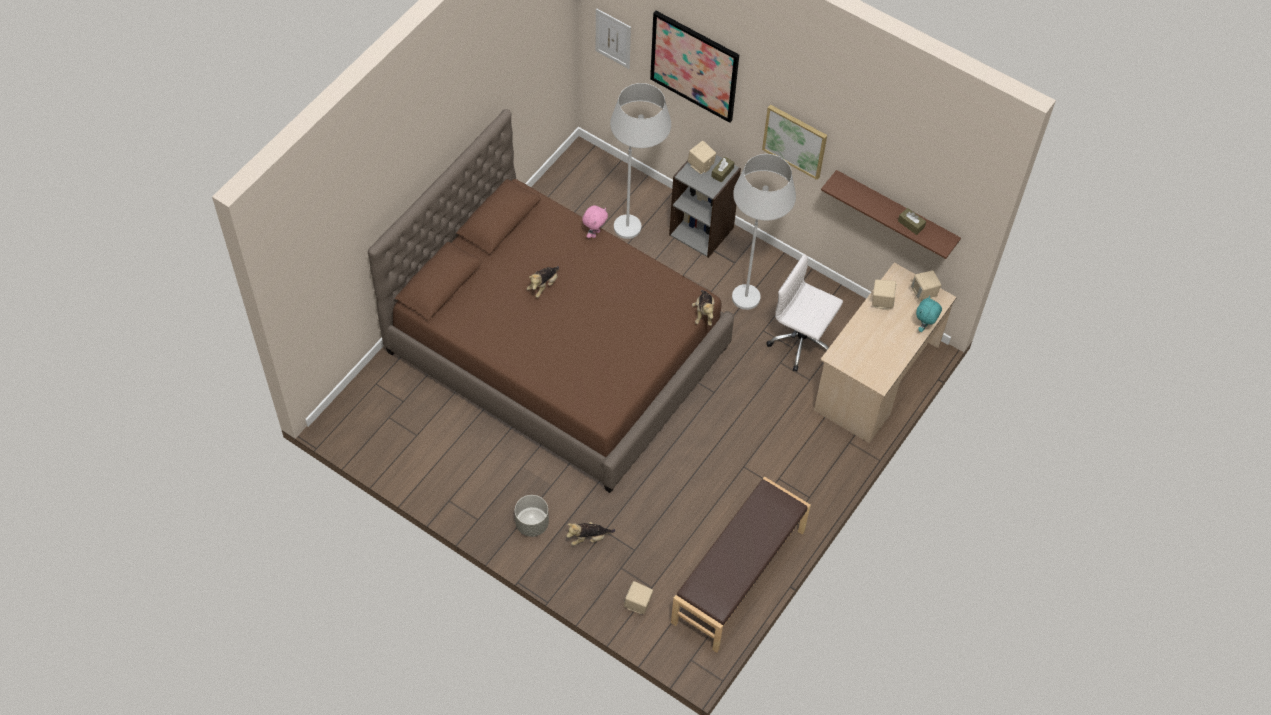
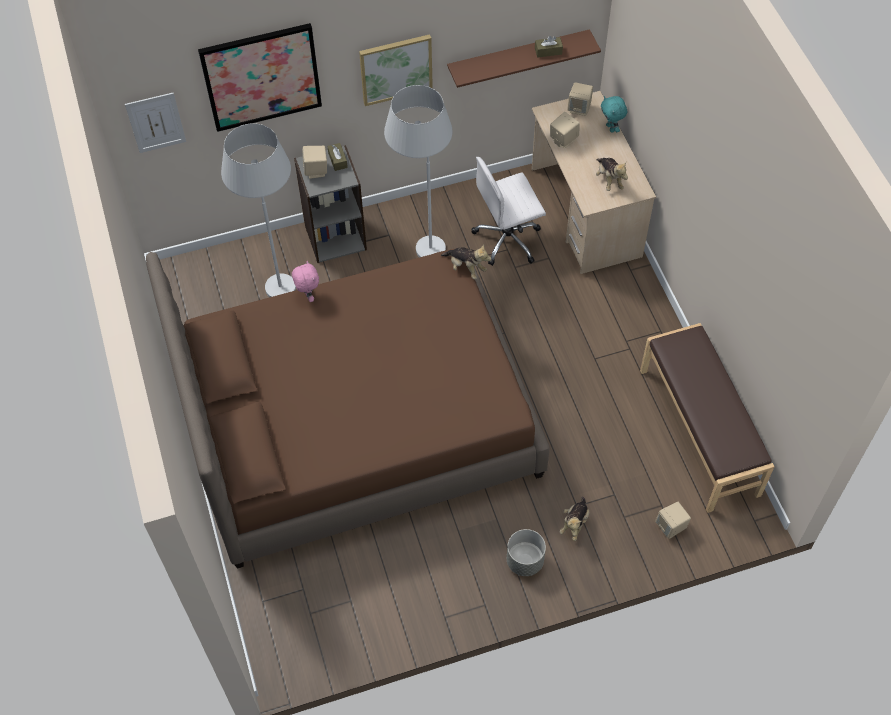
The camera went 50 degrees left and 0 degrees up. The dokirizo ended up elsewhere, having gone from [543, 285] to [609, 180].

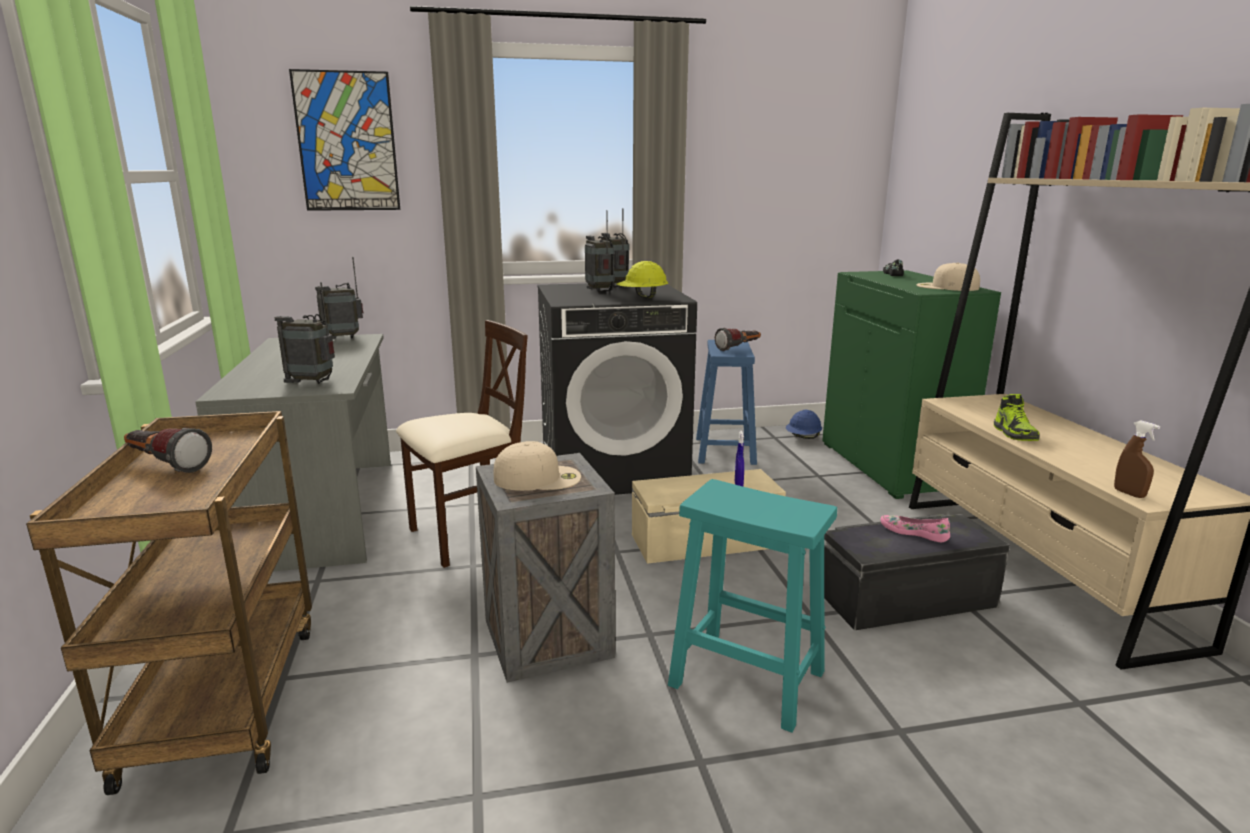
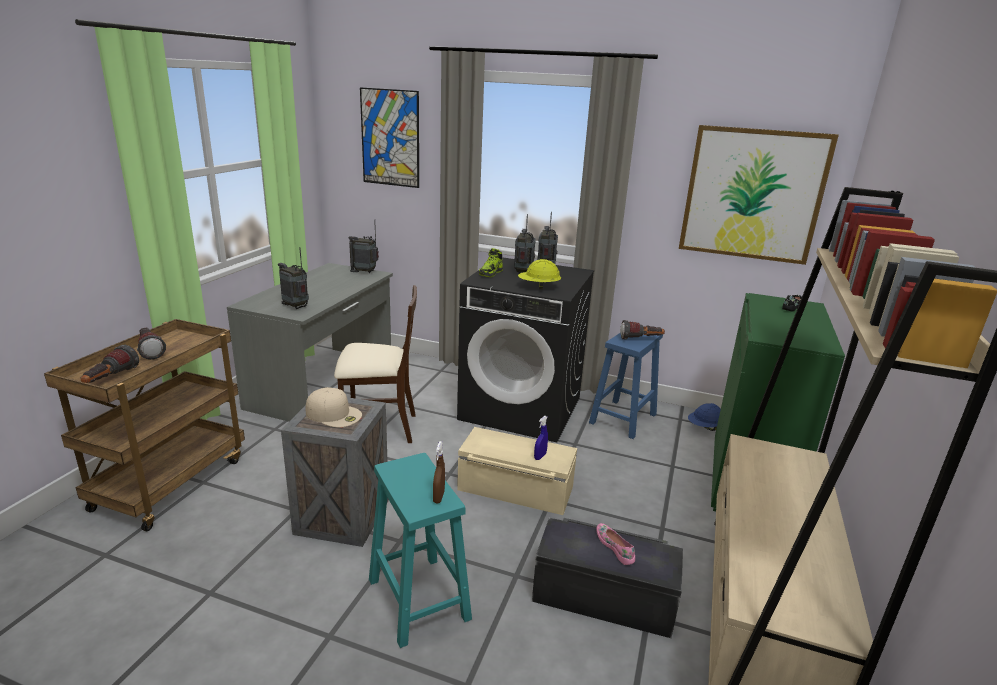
The camera went 30 degrees right and 5 degrees up. The second view lost the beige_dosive at [946, 287]. The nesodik ended up elsewhere, having gone from [1014, 434] to [490, 273]. The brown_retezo ended up elsewhere, having gone from [1129, 493] to [438, 497]. The second view gained the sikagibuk at [752, 194]. The second view gained the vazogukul at [110, 379].

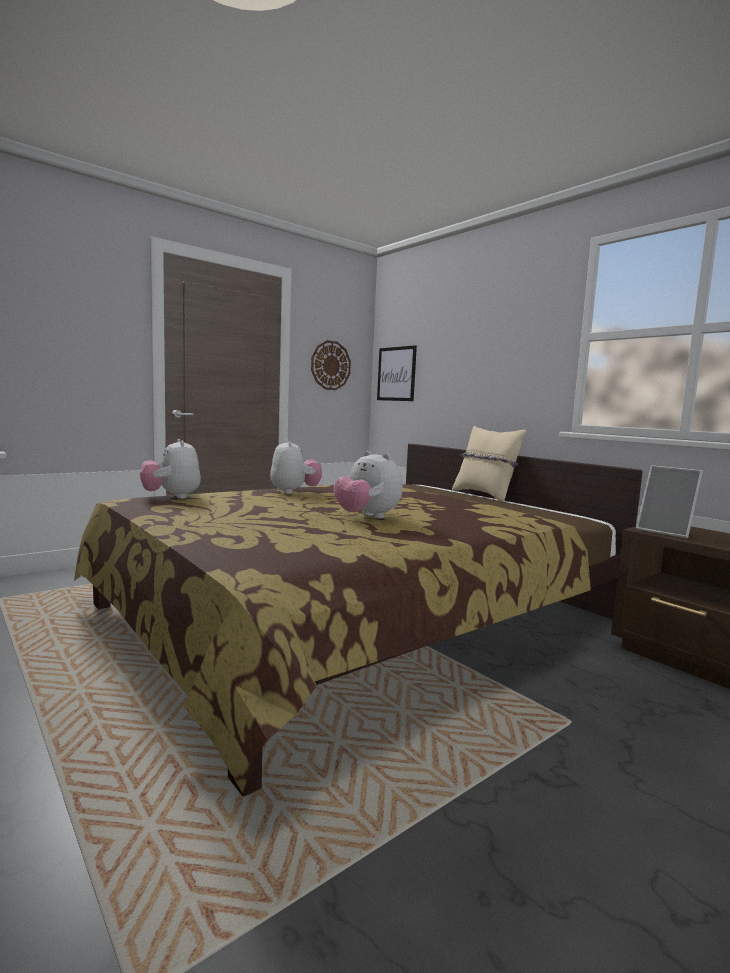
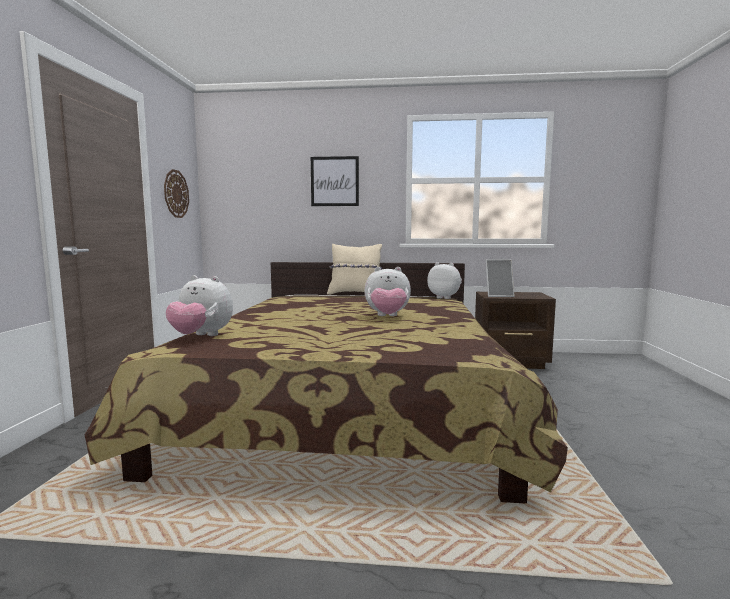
The camera went 45 degrees left and 0 degrees up. The sikagibuk ended up elsewhere, having gone from [396, 374] to [334, 181]. The dokirizo ended up elsewhere, having gone from [294, 492] to [445, 297].

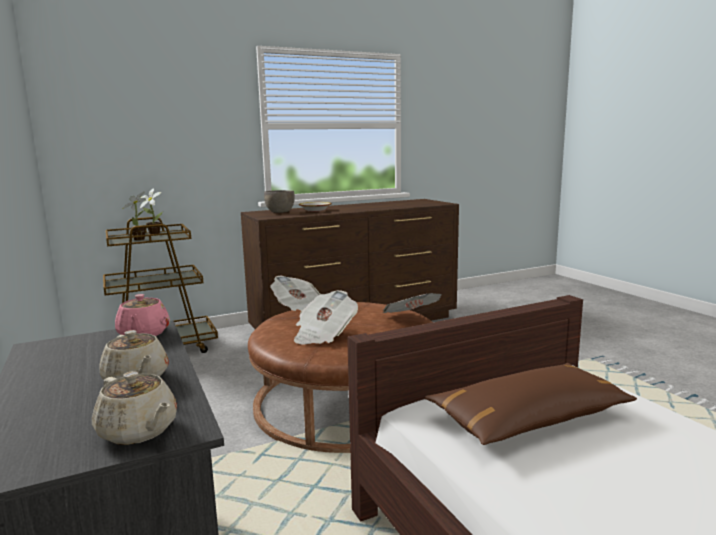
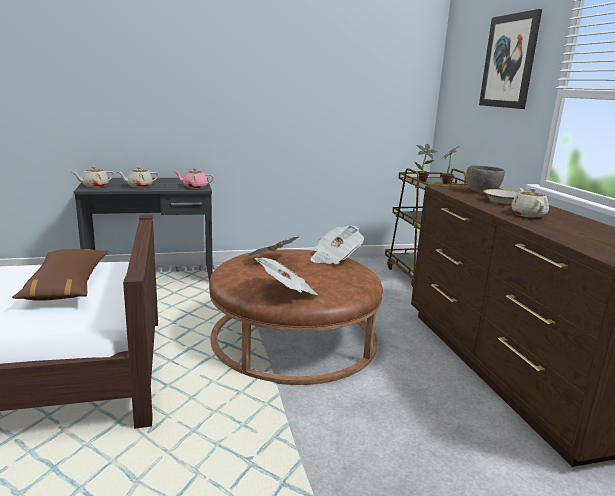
The camera went 100 degrees right and 5 degrees up. The second view gained the sikagibuk at [509, 61]. The second view gained the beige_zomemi at [527, 215].

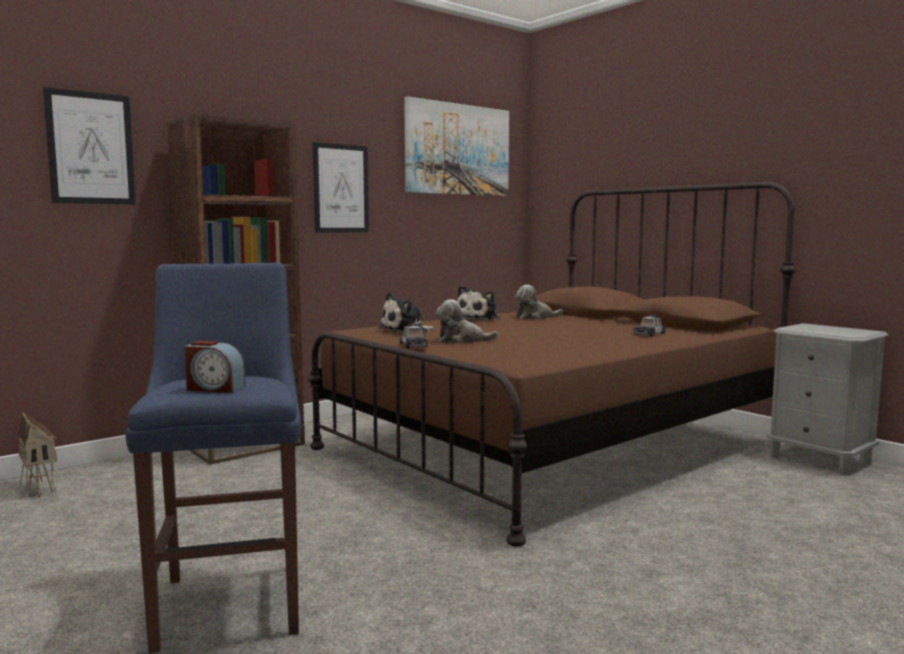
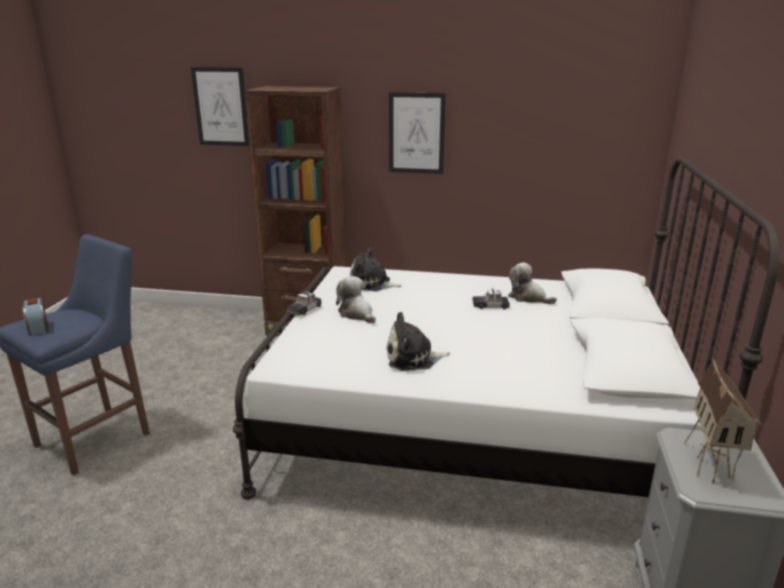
The camera went 50 degrees right and 15 degrees up. The second view lost the sikagibuk at [457, 150]. What was the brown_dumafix at [551, 445] turned into the white_dumafix at [472, 426]. The dokirizo ended up elsewhere, having gone from [479, 318] to [413, 358]. The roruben ended up elsewhere, having gone from [649, 334] to [490, 305]. The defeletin ended up elsewhere, having gone from [40, 490] to [711, 464].

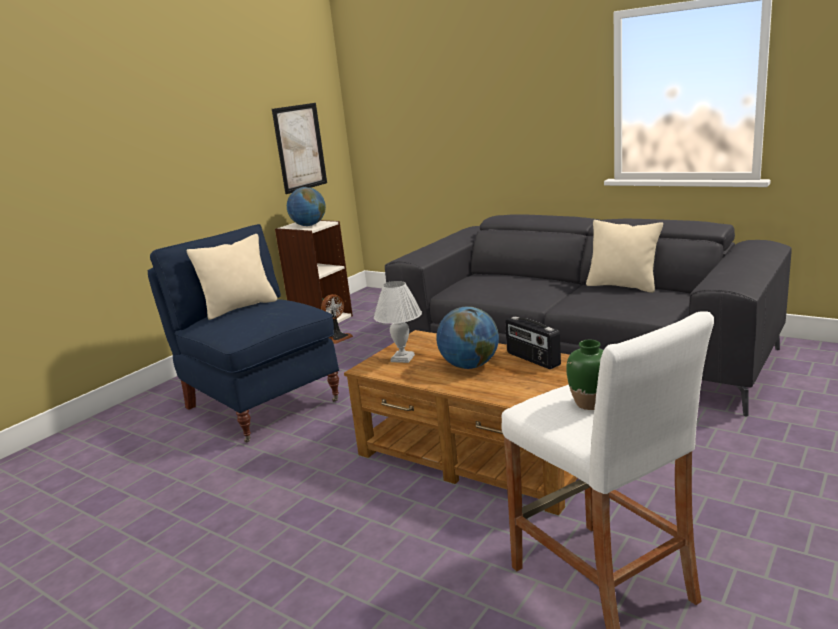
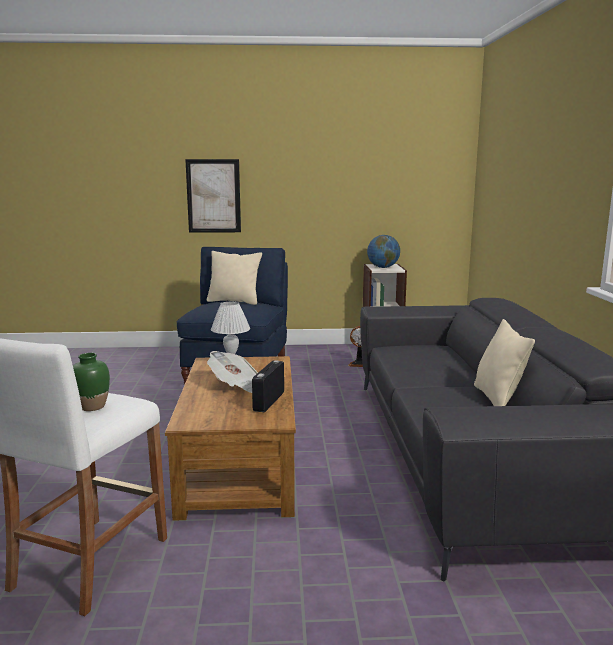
The camera went 50 degrees right and 5 degrees down. The sikagibuk ended up elsewhere, having gone from [300, 147] to [213, 196]. Where the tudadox stood at [469, 366], the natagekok came to stand at [236, 386].

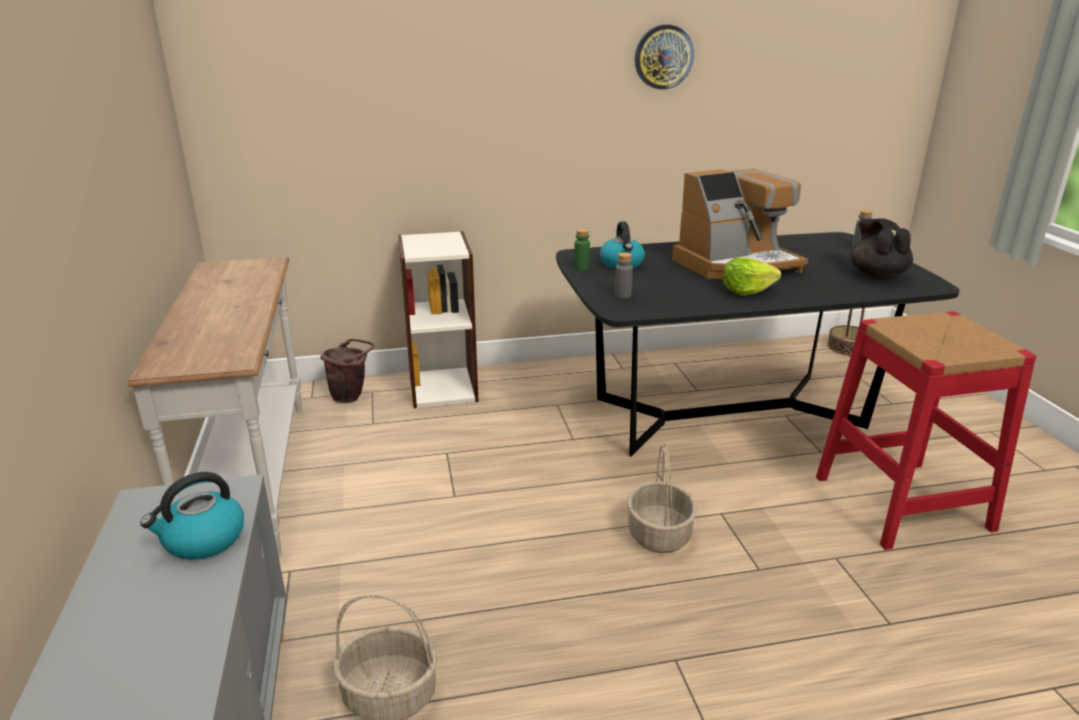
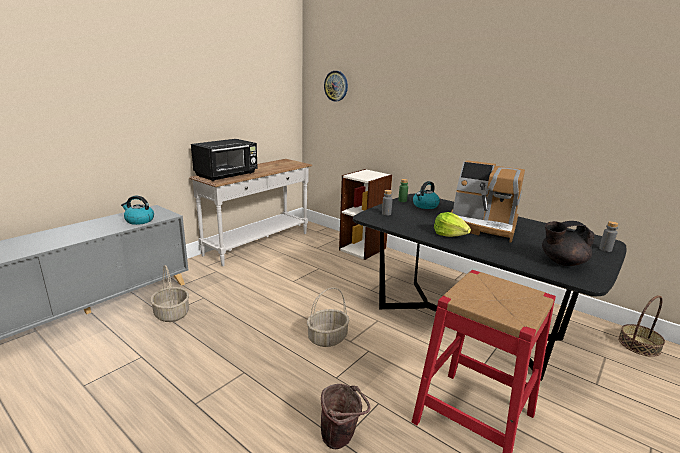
The camera went 50 degrees right and 5 degrees down. The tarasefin ended up elsewhere, having gone from [663, 57] to [336, 86]. The black_zomemi at [877, 275] ended up facing another way, 135 degrees counterclockwise from before. The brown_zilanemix ended up elsewhere, having gone from [351, 396] to [341, 440]. The second view gained the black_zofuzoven at [227, 175].

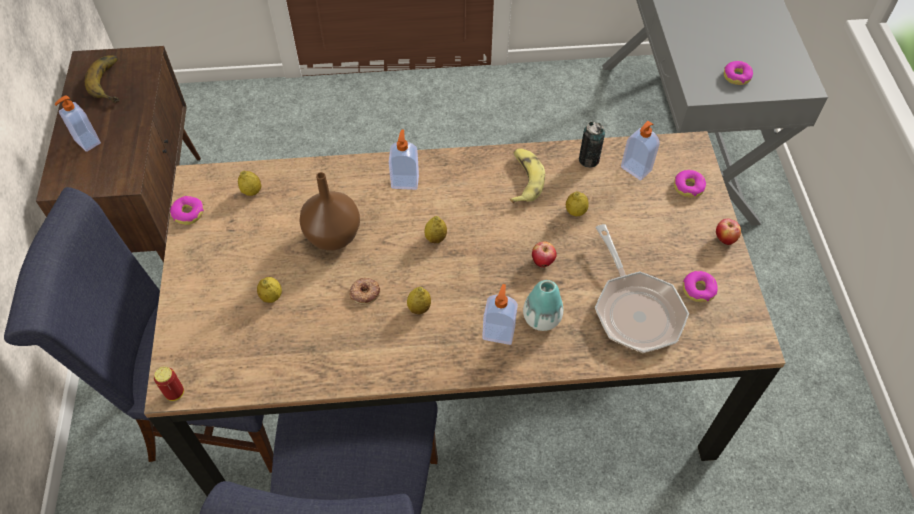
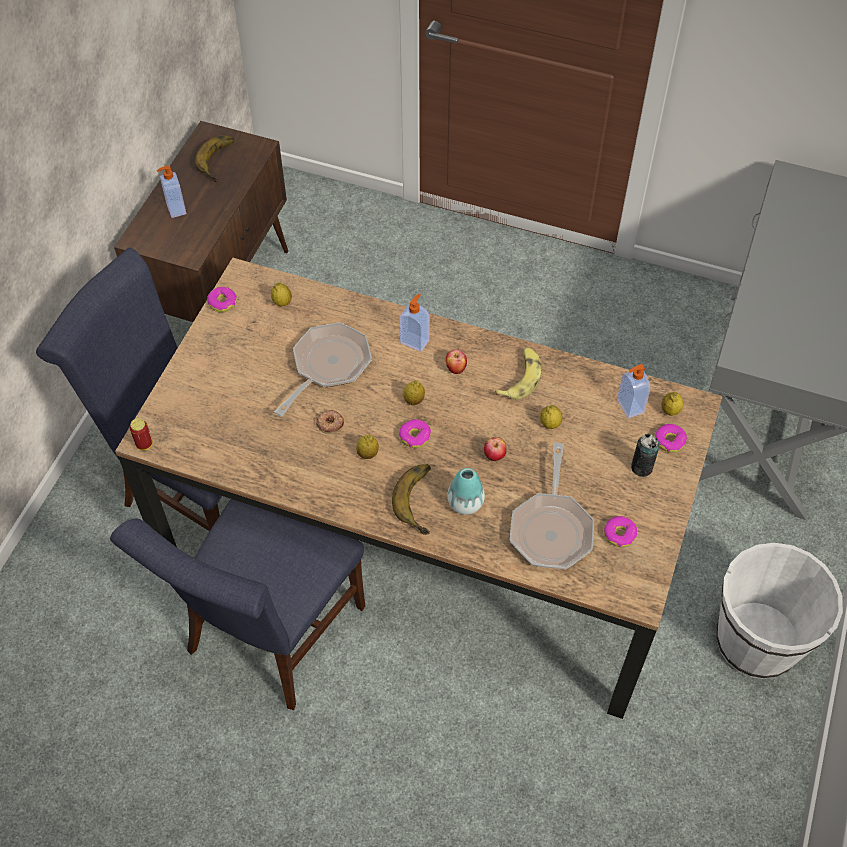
The camera went 25 degrees right and 0 degrees up. The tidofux ended up elsewhere, having gone from [736, 76] to [415, 436]. The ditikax ended up elsewhere, having gone from [589, 160] to [641, 468]. Where the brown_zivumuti stood at [332, 237], the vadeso came to stand at [328, 366]. The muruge ended up elsewhere, having gone from [724, 239] to [455, 369]. The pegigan ended up elsewhere, having gone from [271, 297] to [670, 411]. Where the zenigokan stood at [498, 332], the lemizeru came to stand at [422, 500]. The second view gained the white_zilanemix at [756, 641].

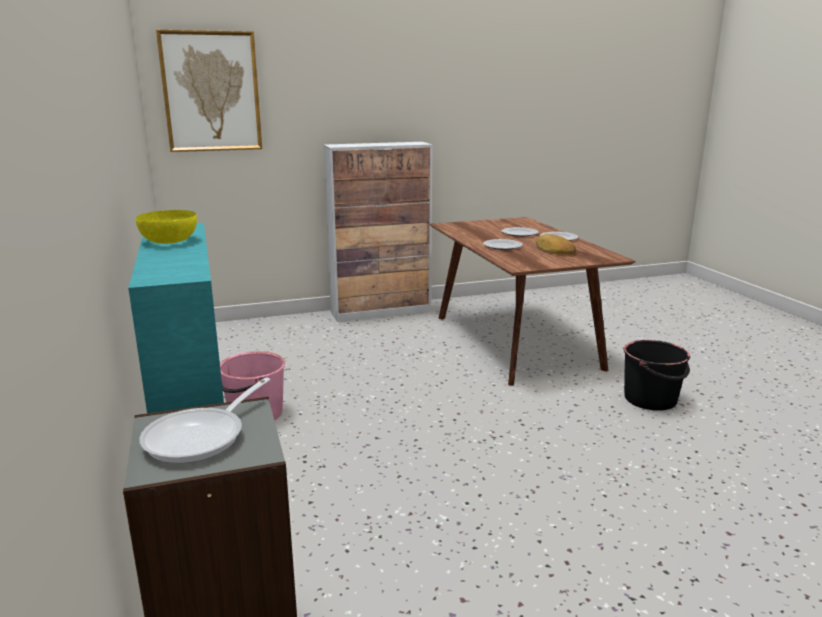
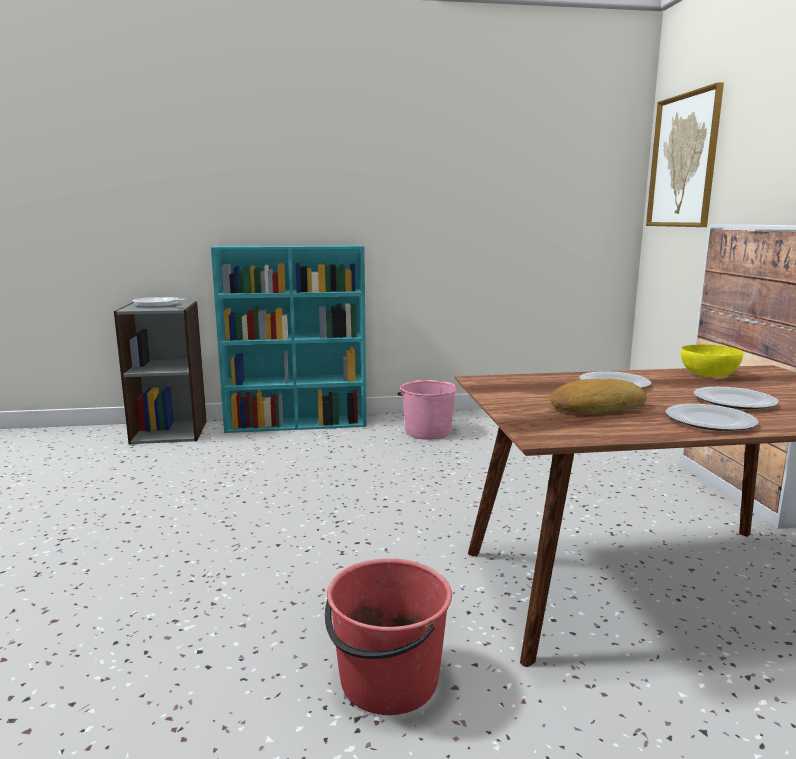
The camera went 100 degrees right and 5 degrees down. The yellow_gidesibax ended up elsewhere, having gone from [170, 241] to [708, 374]. What was the black_zilanemix at [651, 399] turned into the red_zilanemix at [388, 681].

